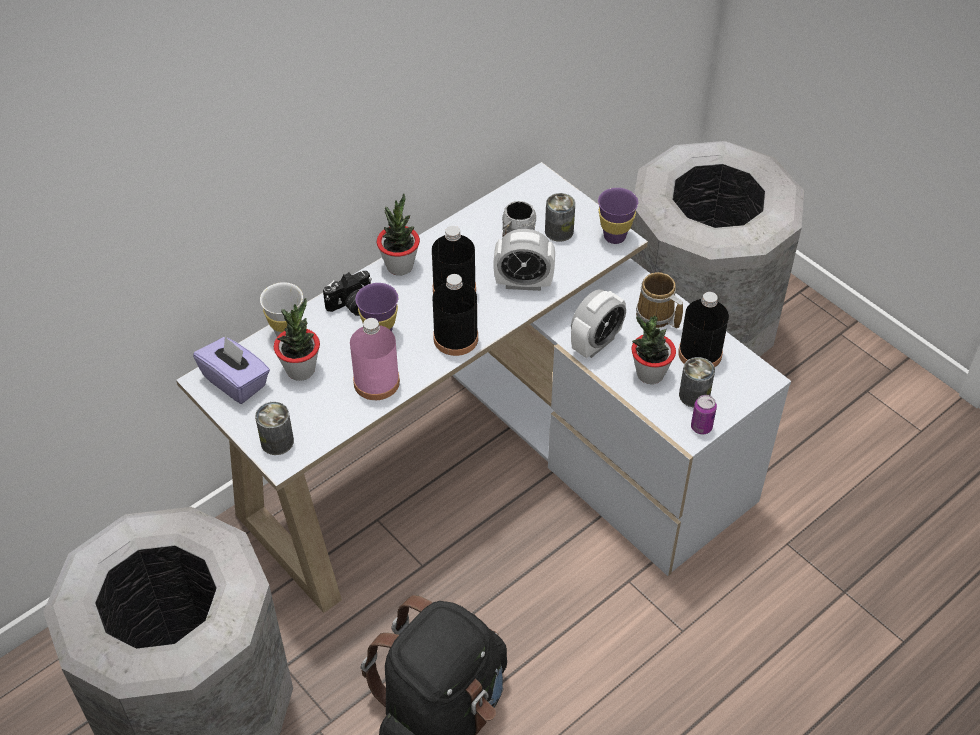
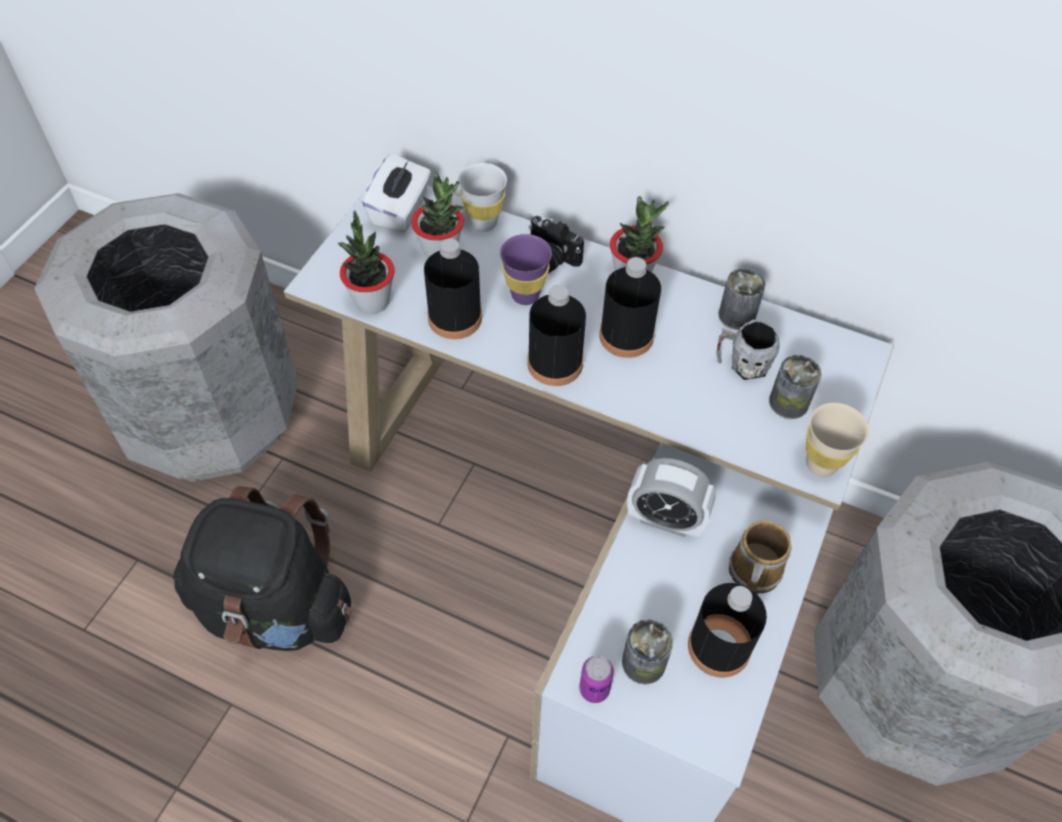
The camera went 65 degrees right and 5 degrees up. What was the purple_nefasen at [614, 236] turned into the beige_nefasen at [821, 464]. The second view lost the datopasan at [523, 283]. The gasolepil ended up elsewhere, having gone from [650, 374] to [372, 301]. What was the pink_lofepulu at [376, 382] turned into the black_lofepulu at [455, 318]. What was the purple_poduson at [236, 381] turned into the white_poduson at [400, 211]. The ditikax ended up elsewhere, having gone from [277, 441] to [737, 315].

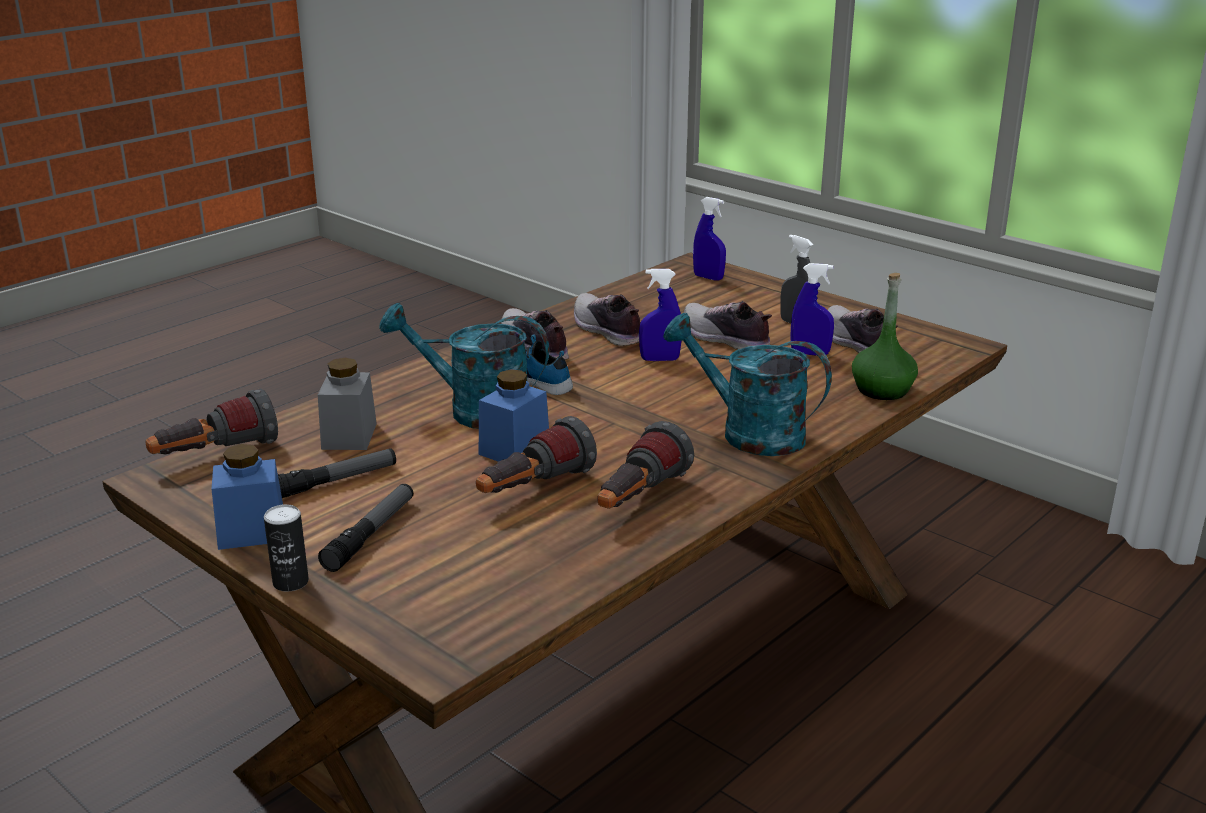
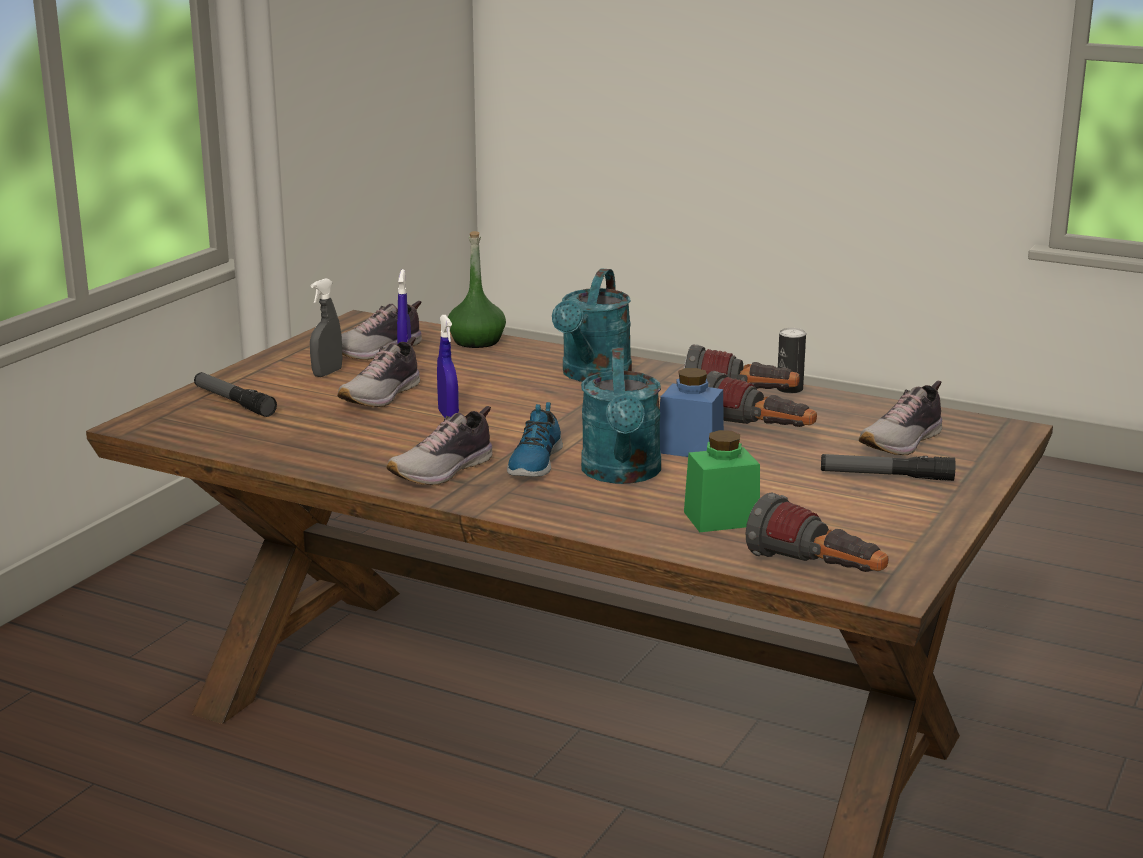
The camera went 105 degrees left and 5 degrees down. The second view lost the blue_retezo at [708, 277]. The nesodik ended up elsewhere, having gone from [606, 331] to [903, 442]. What was the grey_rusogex at [349, 436] turned into the green_rusogex at [721, 518]. The second view lost the blue_rusogex at [252, 532]. The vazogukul ended up elsewhere, having gone from [332, 483] to [234, 402]. The ditikax ended up elsewhere, having gone from [290, 582] to [789, 389].

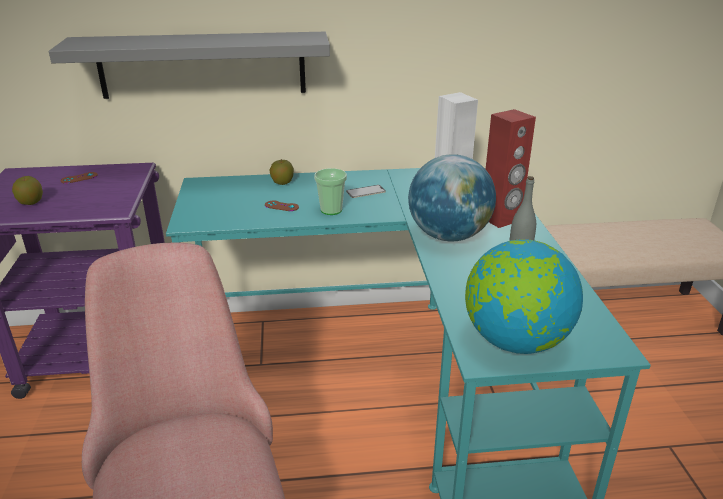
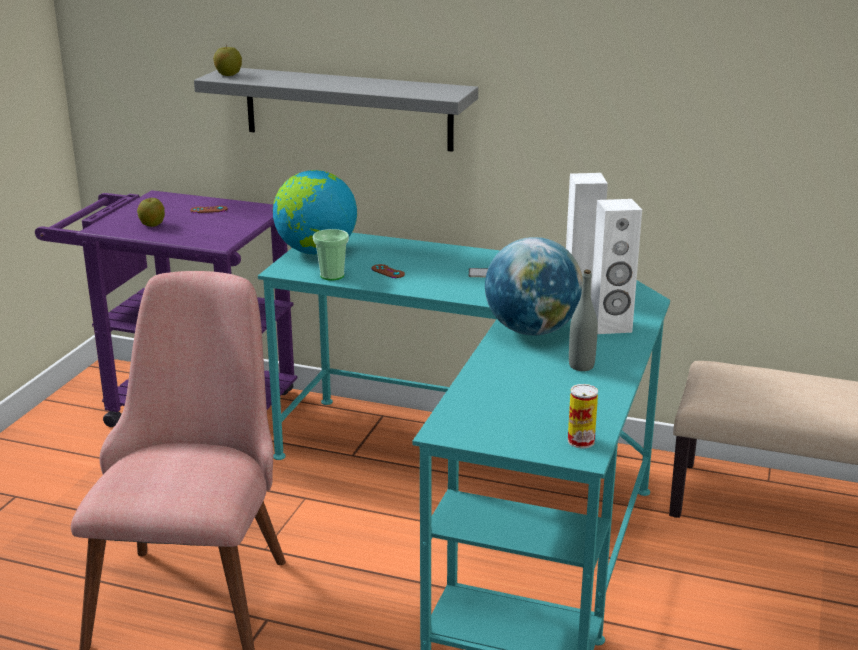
The camera went 25 degrees right and 5 degrees down. What was the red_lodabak at [501, 219] turned into the white_lodabak at [610, 326]. The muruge ended up elsewhere, having gone from [282, 183] to [228, 74]. The nefasen ended up elsewhere, having gone from [331, 210] to [332, 276]. The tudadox ended up elsewhere, having gone from [515, 341] to [316, 251]. The second view gained the ditikax at [581, 441].

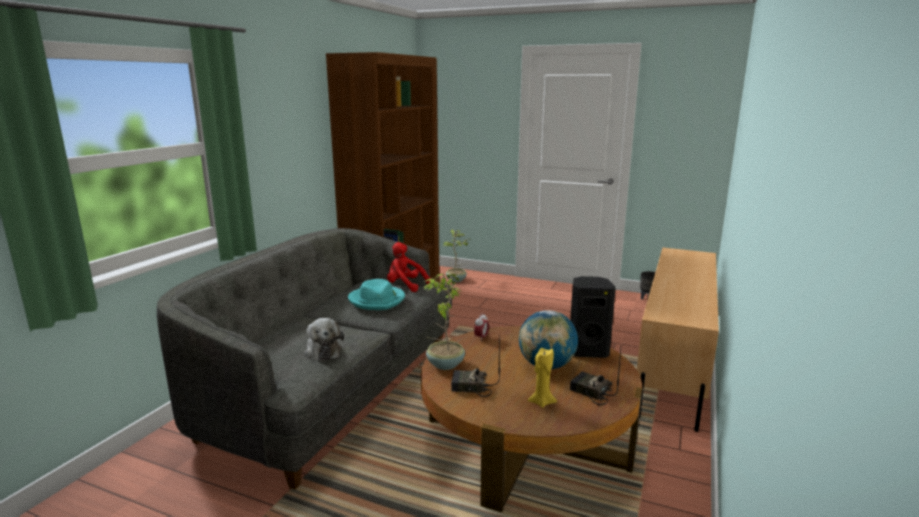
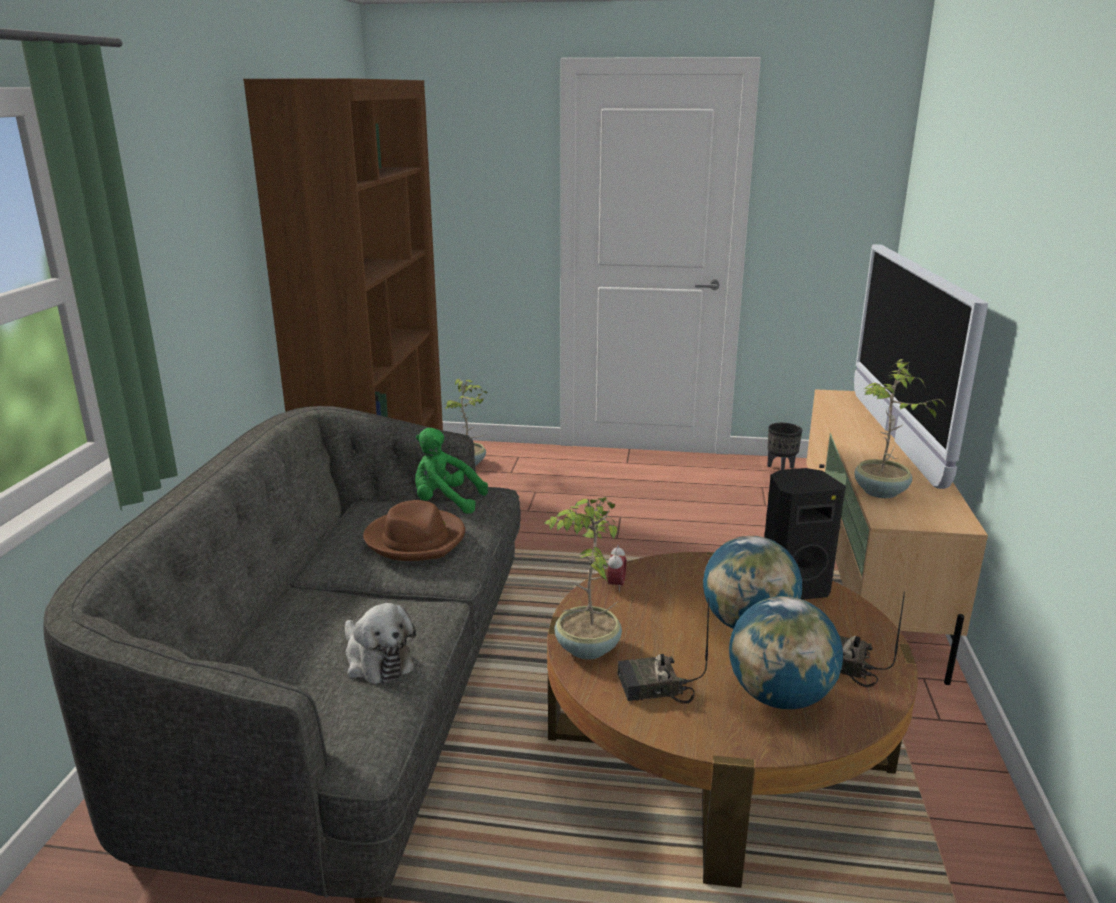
The camera went 15 degrees left and 5 degrees up. What was the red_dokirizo at [405, 286] turned into the green_dokirizo at [445, 502]. What was the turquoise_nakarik at [377, 300] turned into the brown_nakarik at [416, 539]. Where the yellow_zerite stood at [541, 402], the tudadox came to stand at [780, 697]. The second view gained the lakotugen at [894, 437]. The second view gained the gasolepil at [880, 492].

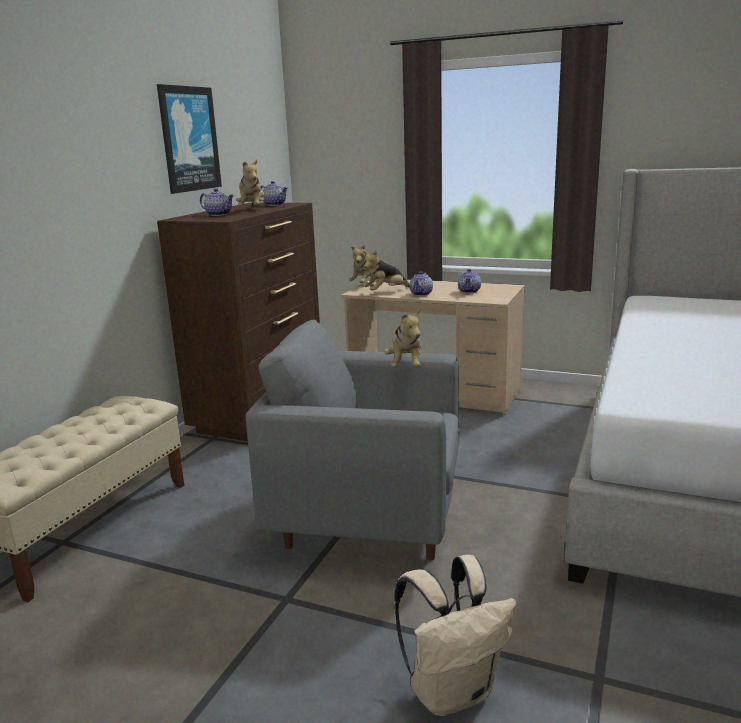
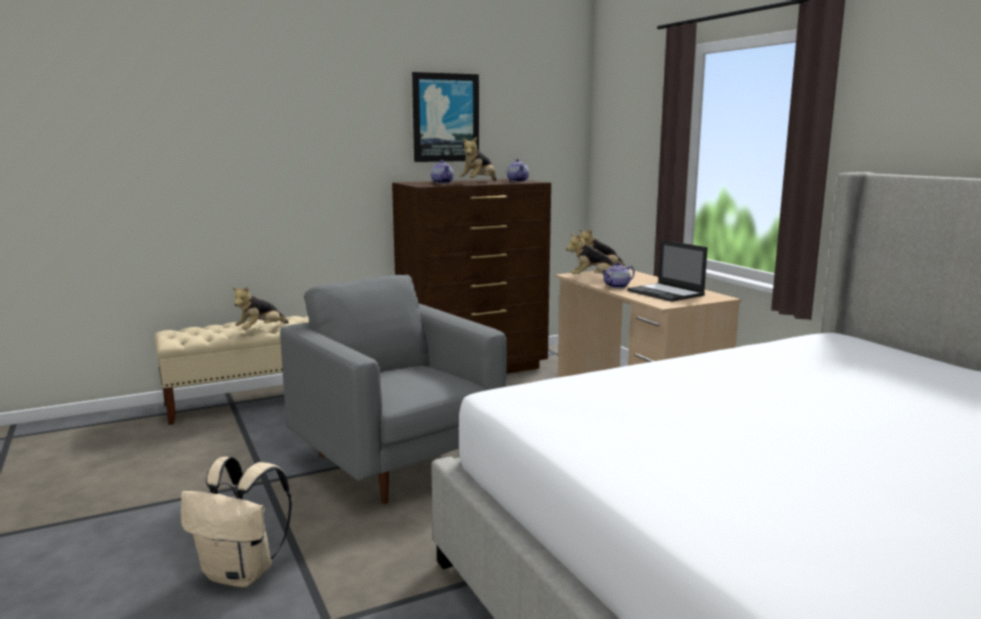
The camera went 40 degrees right and 5 degrees down. Where the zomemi stood at [469, 291], the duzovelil came to stand at [666, 293]. The dokirizo ended up elsewhere, having gone from [406, 366] to [260, 330].

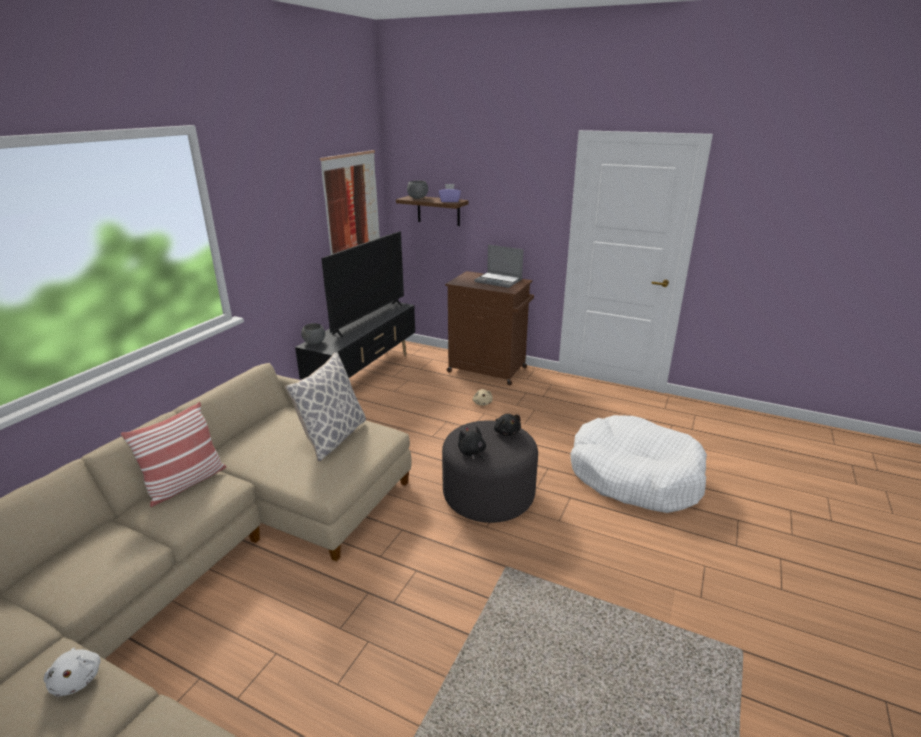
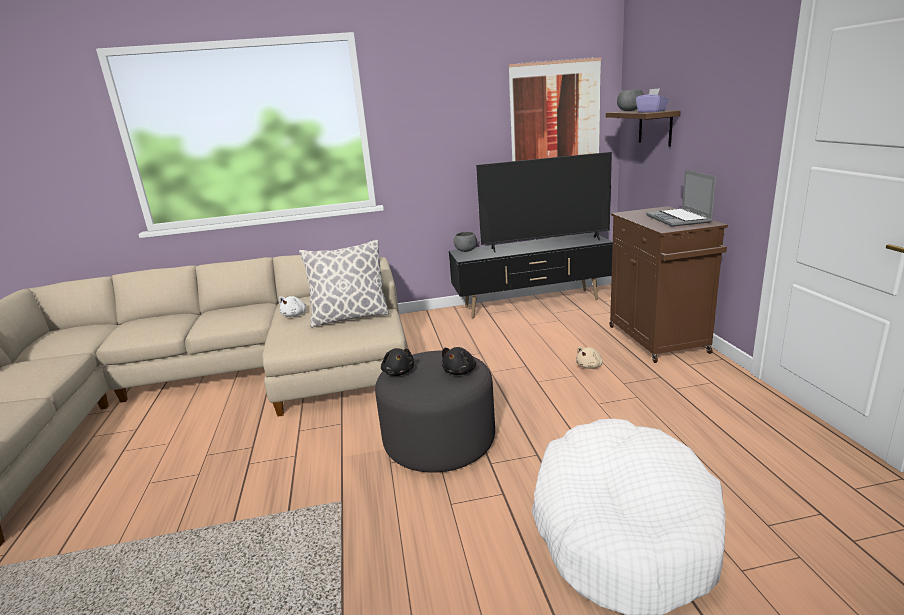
The camera went 55 degrees right and 5 degrees down. The second view lost the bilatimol at [185, 483]. The black_dokirizo at [472, 453] ended up facing another way, 135 degrees clockwise from before. The white_dokirizo ended up elsewhere, having gone from [77, 679] to [295, 315].

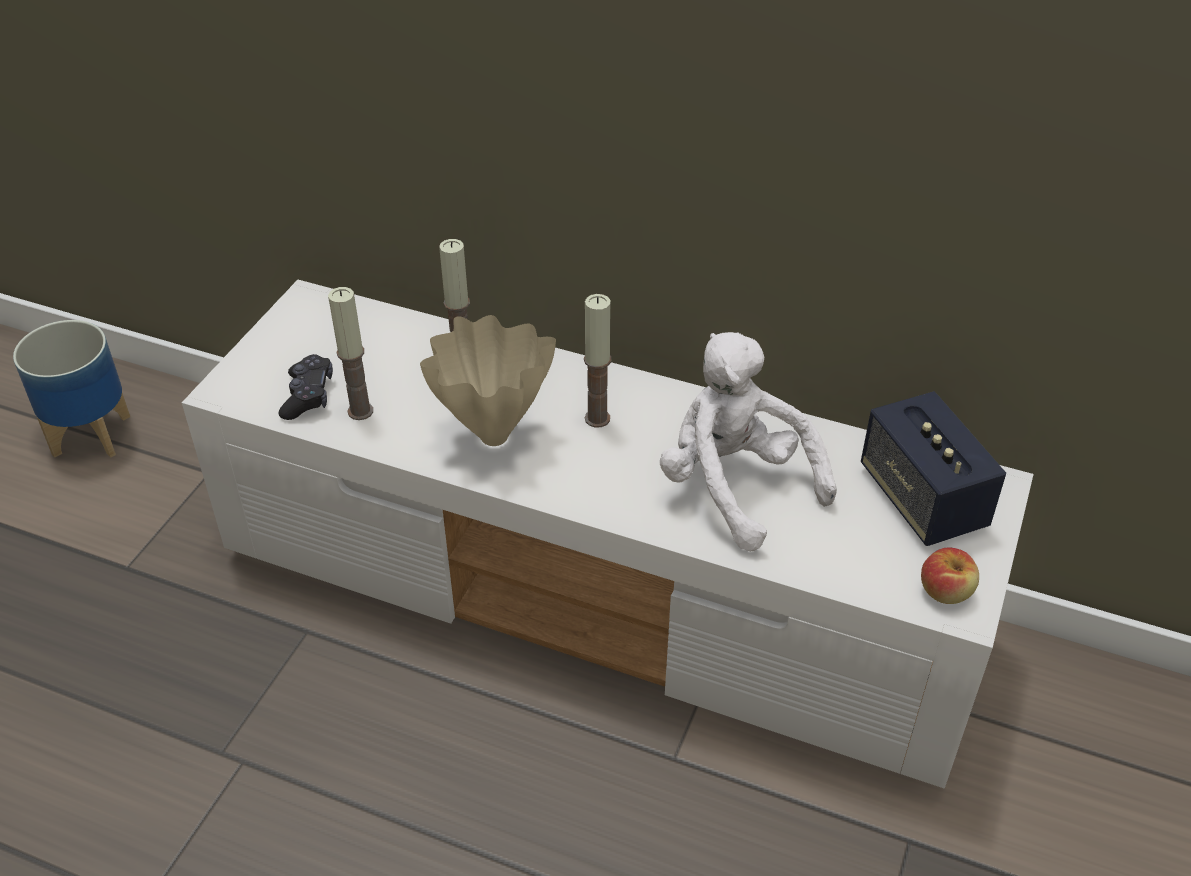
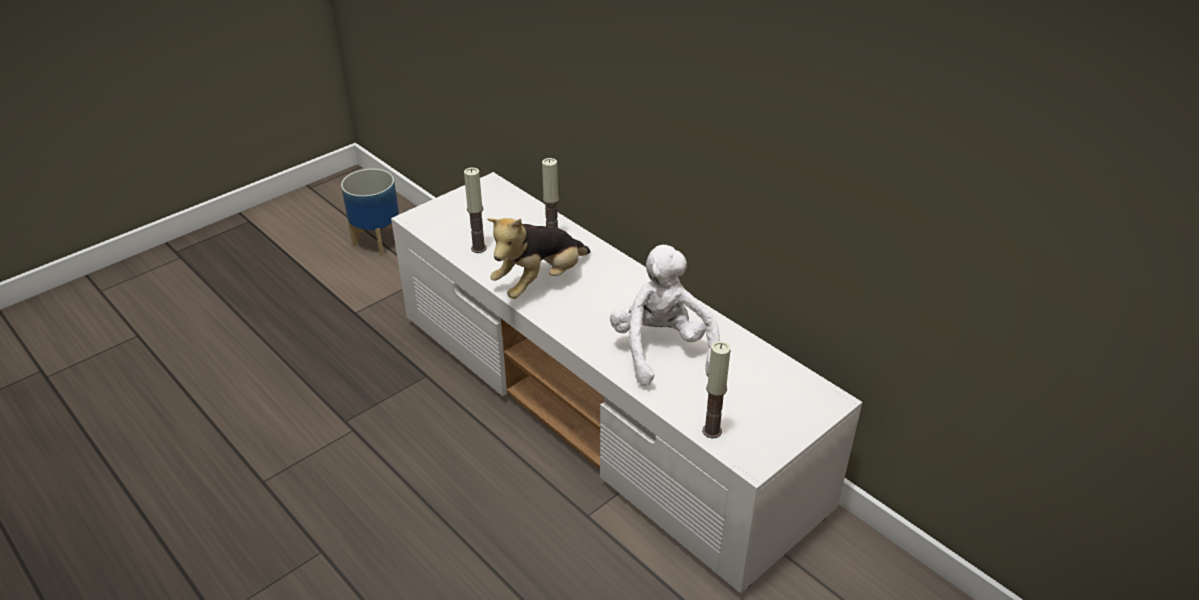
The camera went 25 degrees right and 5 degrees down. The zerite ended up elsewhere, having gone from [597, 418] to [712, 431]. Where the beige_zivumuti stood at [491, 437], the dokirizo came to stand at [540, 282]. The second view lost the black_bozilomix at [308, 396]. The second view lost the lodabak at [922, 499]. The second view lost the muruge at [946, 591].

